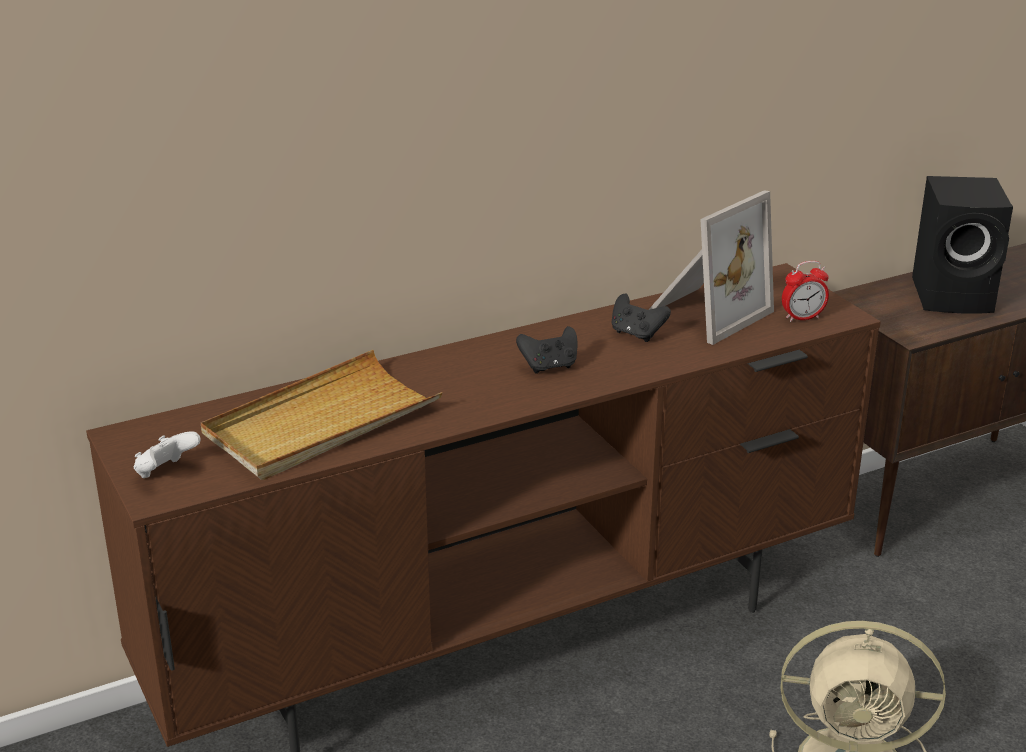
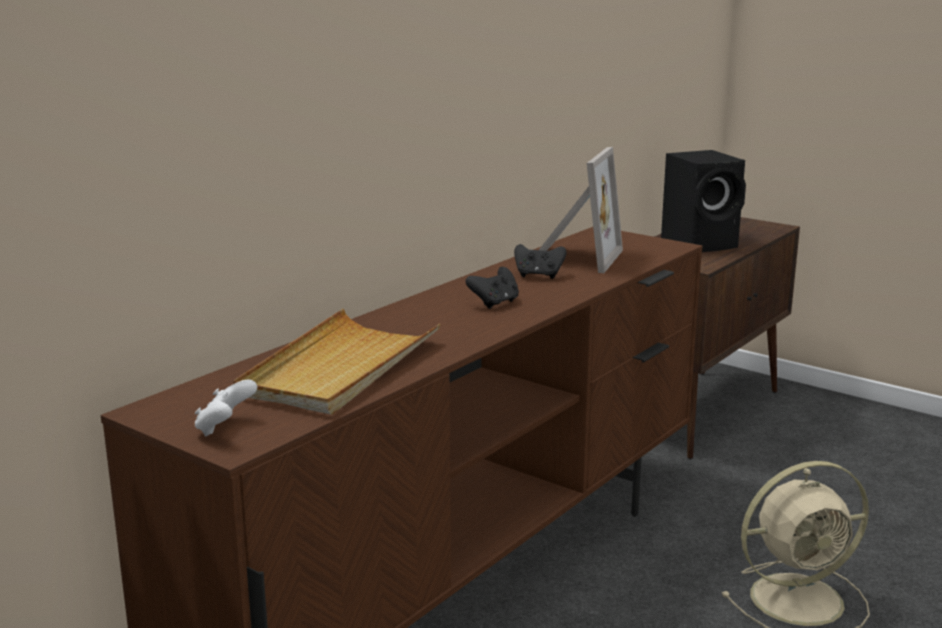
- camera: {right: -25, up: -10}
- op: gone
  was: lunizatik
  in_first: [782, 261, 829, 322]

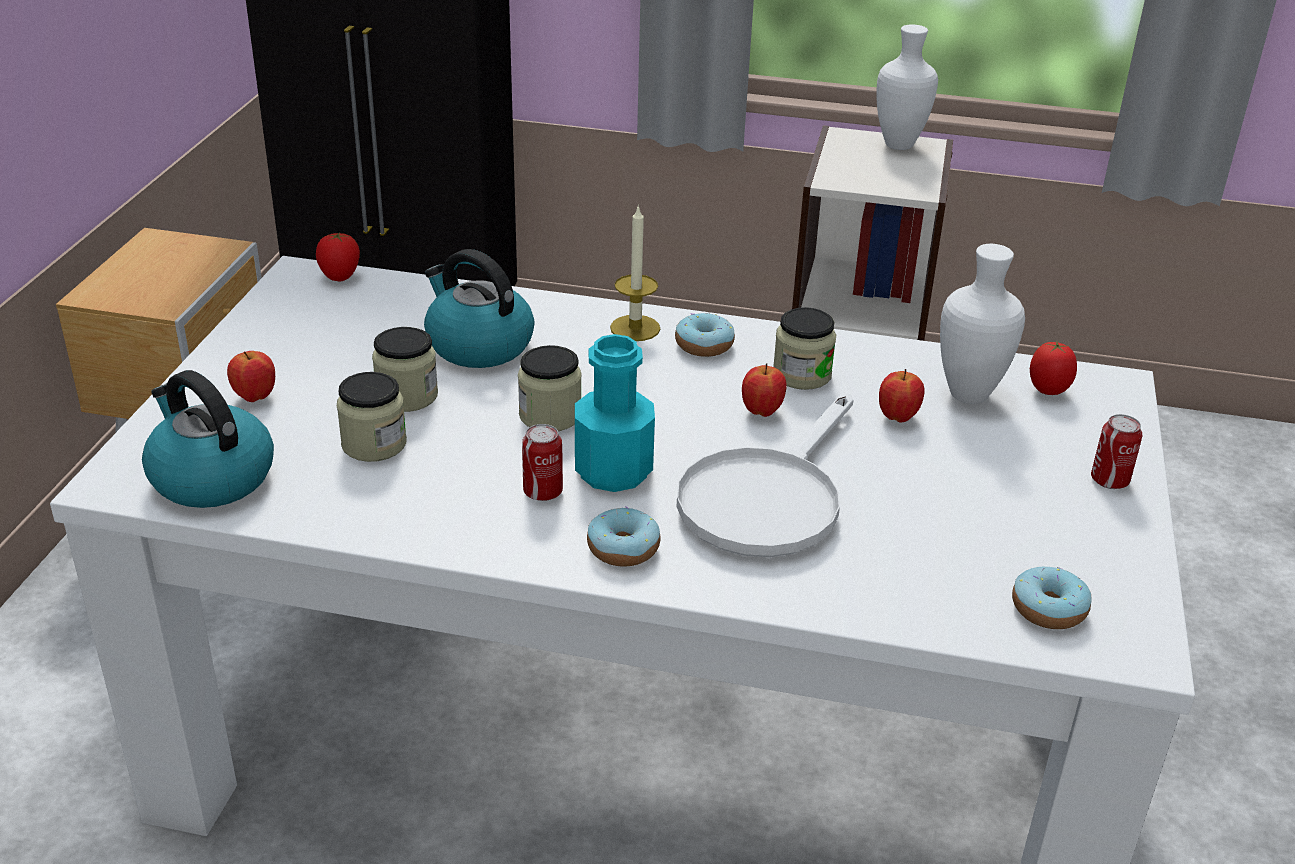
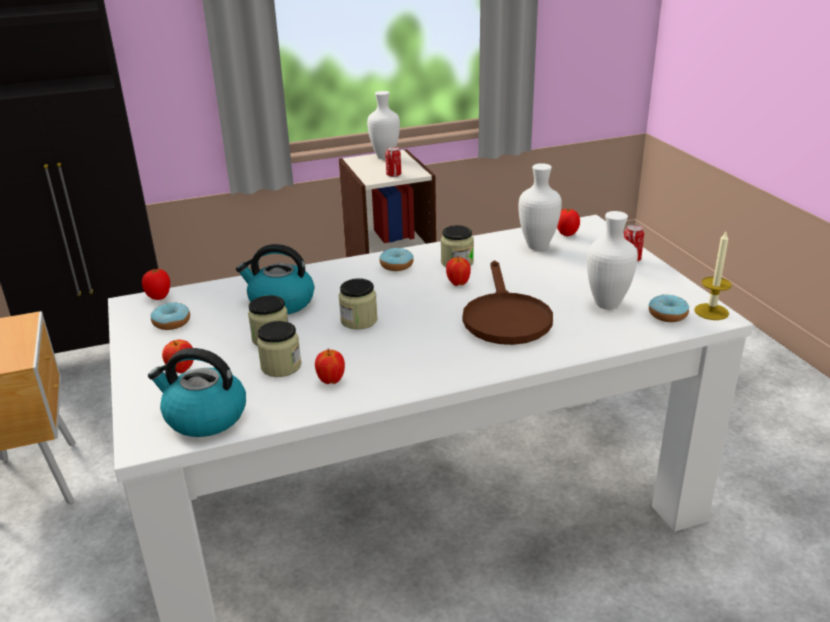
- camera: {right: -30, up: -5}
- op: gone
  was: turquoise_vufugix
  in_first: [575, 334, 655, 492]
- op: new
  now: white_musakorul
  in_second: [587, 211, 638, 310]
- op: shifted
  was: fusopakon
  in_first: [522, 424, 563, 501]
  in_second: [385, 147, 401, 177]
- op: shifted
  was: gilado
  in_first: [587, 506, 660, 567]
  in_second: [151, 302, 190, 330]
- op: shifted
  was: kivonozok
  in_first: [610, 204, 660, 341]
  in_second: [694, 232, 732, 320]
- op: shifted
  was: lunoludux
  in_first: [879, 369, 925, 423]
  in_second: [315, 348, 345, 384]
- op: repainted
  was: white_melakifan
  now: brown_melakifan
  in_first: [677, 393, 853, 557]
  in_second: [463, 260, 553, 345]

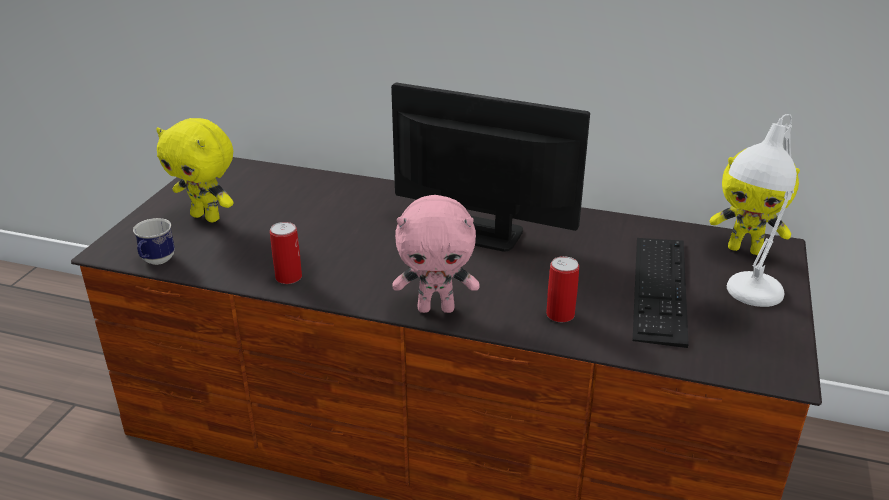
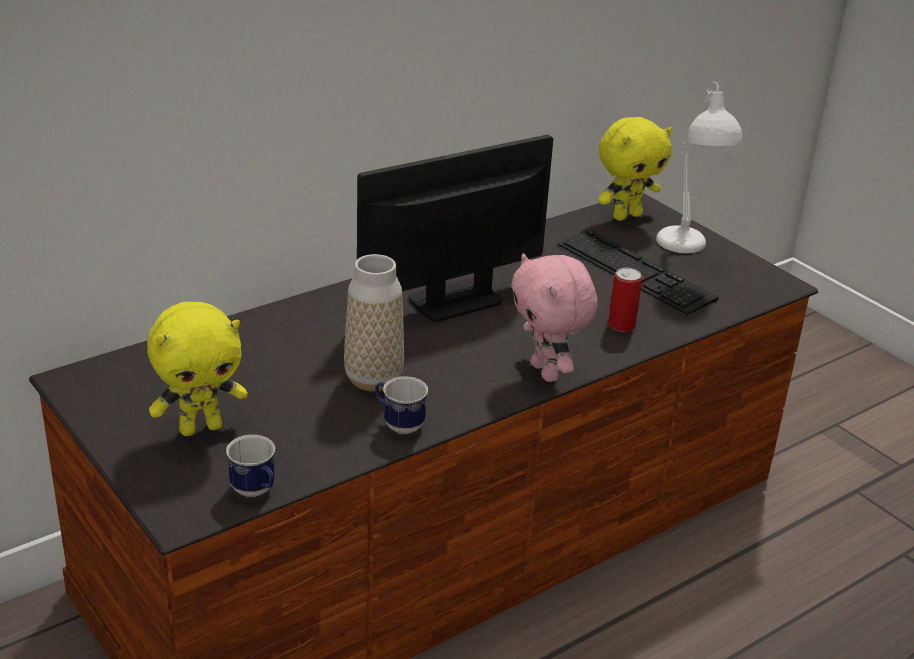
- camera: {right: -55, up: 0}
- op: new
  now: musakorul
  in_second: [344, 254, 404, 392]
- op: swapped
  was: fusopakon
  now: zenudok
  in_first: [270, 222, 302, 284]
  in_second: [375, 377, 428, 434]
- op: rotated
  was: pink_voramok
  in_first: [392, 195, 479, 313]
  in_second: [511, 253, 598, 382]
  clockwise: 120

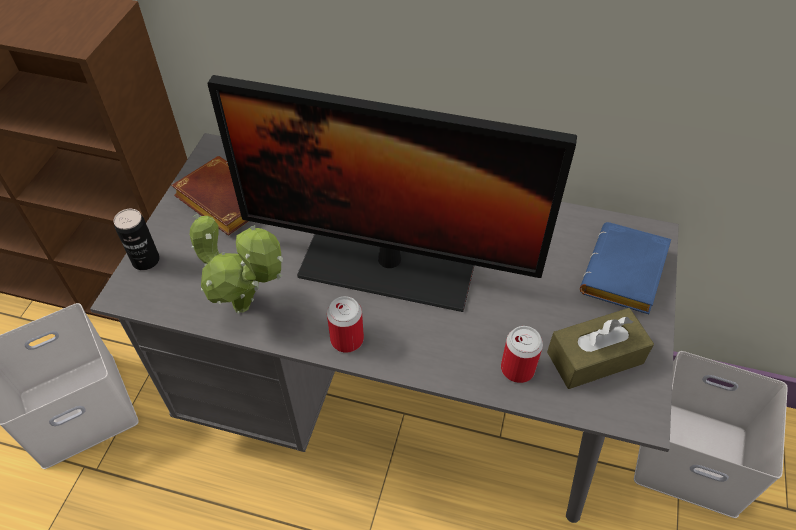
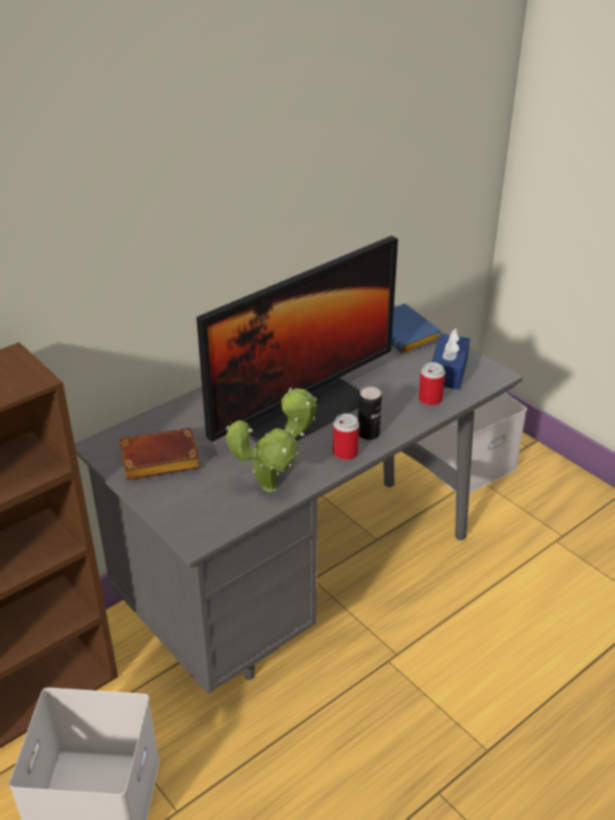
- camera: {right: -55, up: -15}
- op: shifted
  was: fusopakon
  in_first: [113, 209, 160, 270]
  in_second: [358, 387, 382, 440]
- op: repainted
  was: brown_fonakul
  now: blue_fonakul
  in_first: [547, 308, 654, 389]
  in_second: [432, 328, 470, 389]

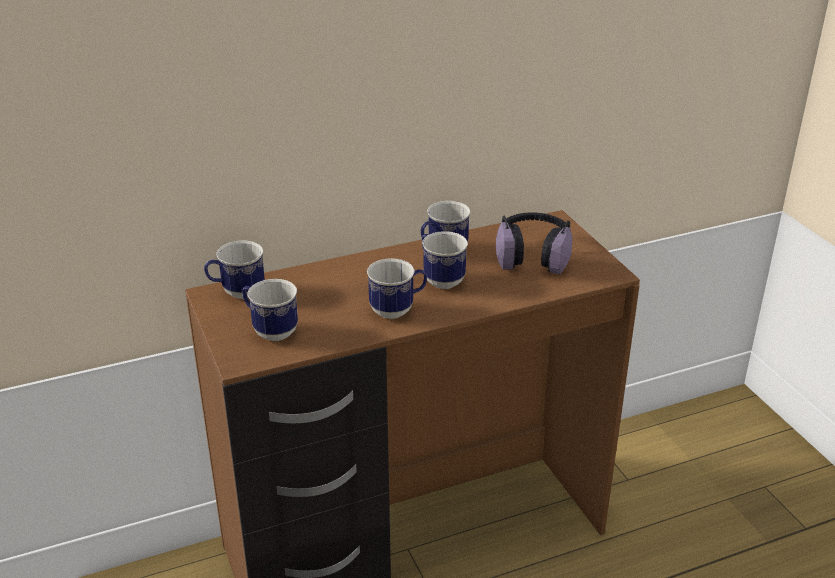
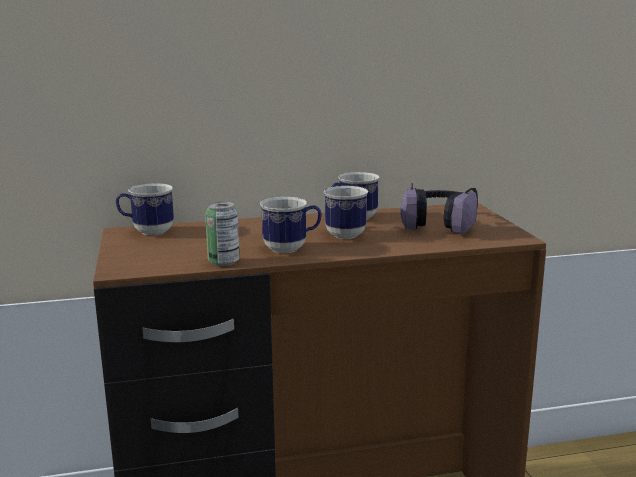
- camera: {right: 10, up: -15}
- op: gone
  was: zenudok
  in_first: [242, 279, 298, 341]
- op: new
  now: fusopakon
  in_second: [205, 201, 240, 266]

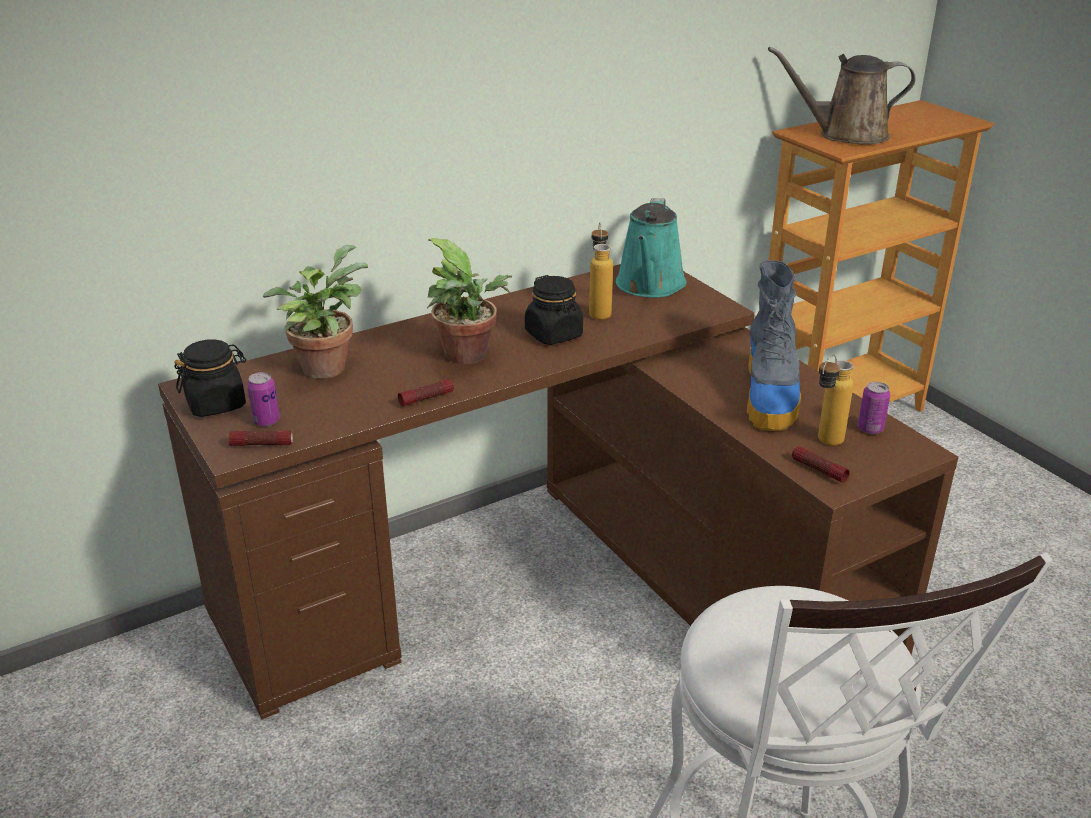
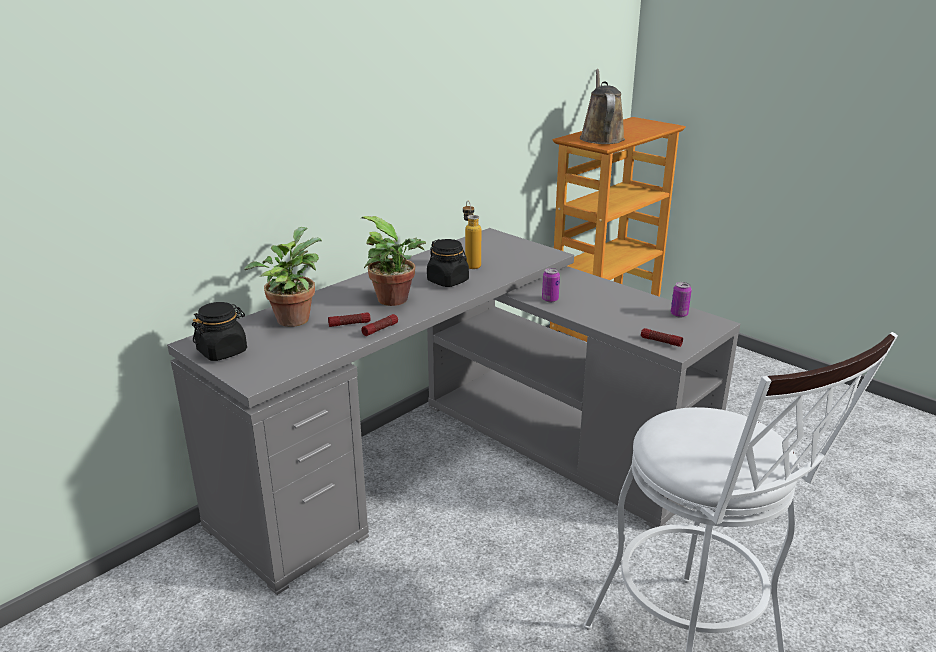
- camera: {right: -15, up: -5}
- op: gone
  was: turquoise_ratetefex
  in_first: [616, 198, 687, 298]
- op: gone
  was: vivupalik
  in_first: [747, 260, 801, 431]
- op: gone
  was: vufugix
  in_first: [818, 355, 854, 446]
- op: shifted
  was: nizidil
  in_first: [229, 431, 293, 446]
  in_second: [328, 312, 371, 327]
- op: shifted
  was: fusopakon
  in_first: [247, 372, 280, 426]
  in_second: [542, 268, 560, 302]
- op: repainted
  was: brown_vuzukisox
  now: grey_vuzukisox
  in_first: [158, 264, 958, 719]
  in_second: [167, 228, 740, 595]
- op: rotated
  was: brown_ratetefex
  in_first: [768, 47, 916, 145]
  in_second: [580, 69, 625, 144]
  clockwise: 105

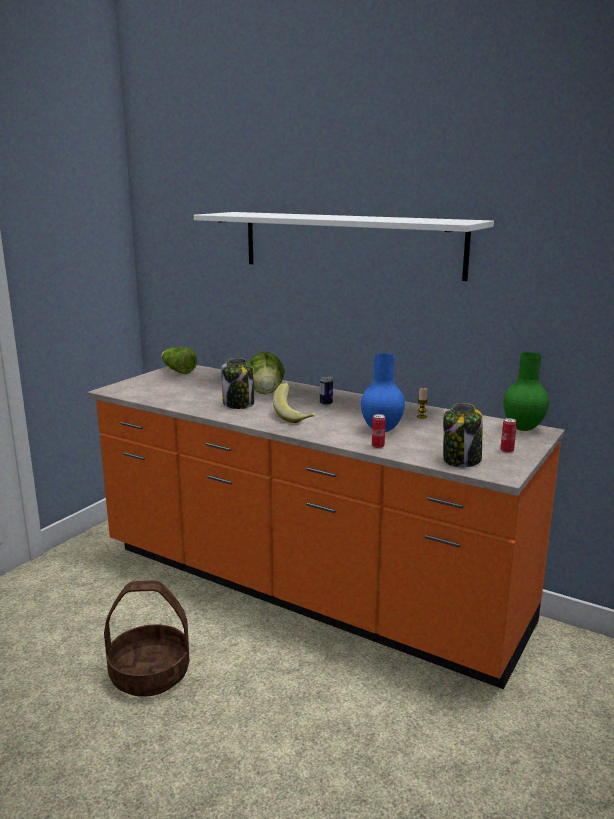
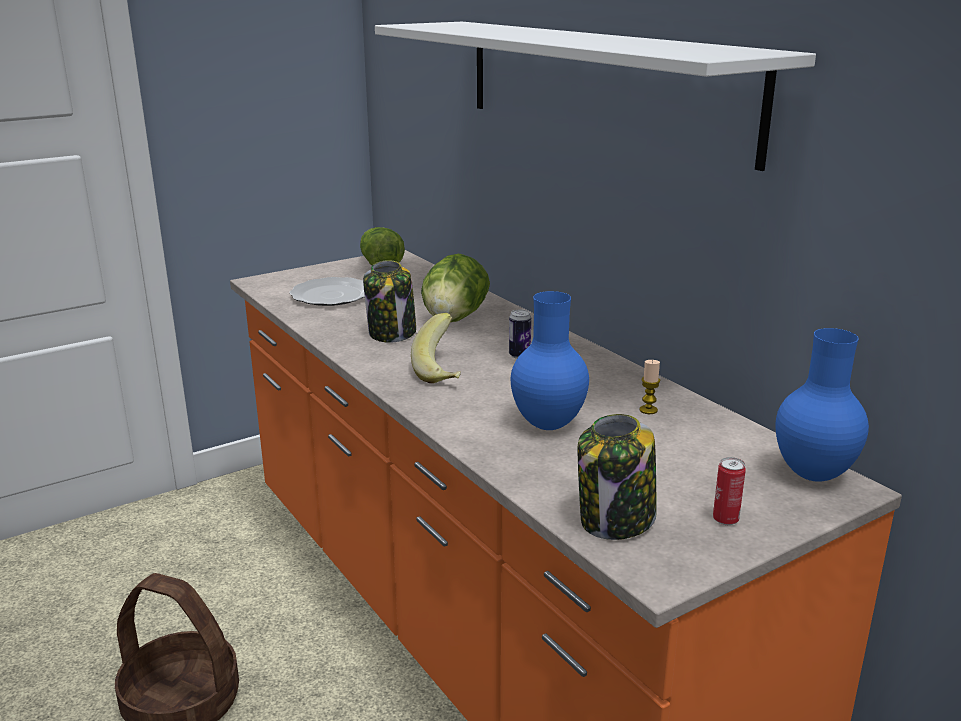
- camera: {right: 25, up: 5}
- op: gone
  was: fusopakon
  in_first: [372, 414, 386, 449]
- op: new
  now: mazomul
  in_second: [290, 277, 365, 306]
- op: repainted
  was: green_musakorul
  now: blue_musakorul
  in_first: [503, 352, 549, 431]
  in_second: [776, 328, 869, 482]

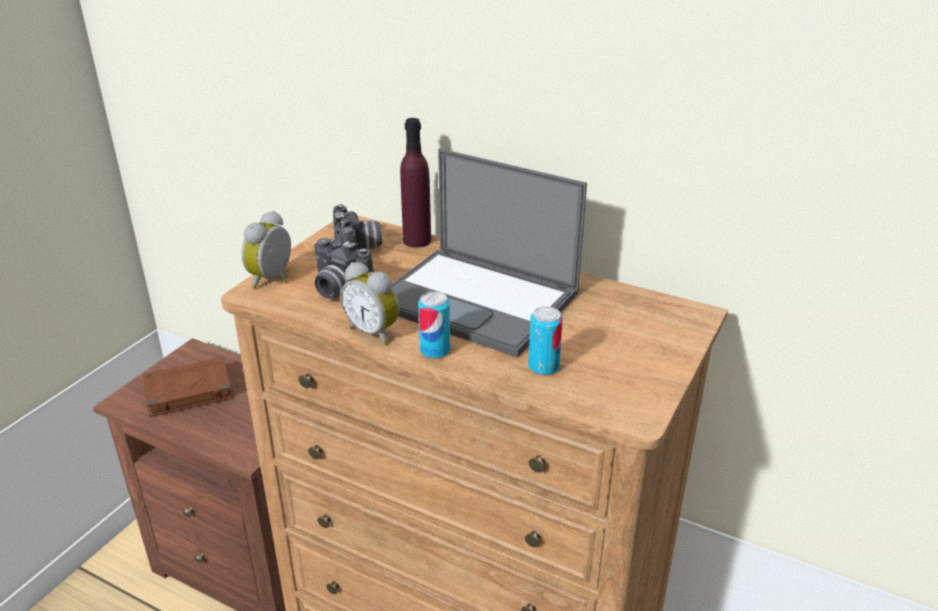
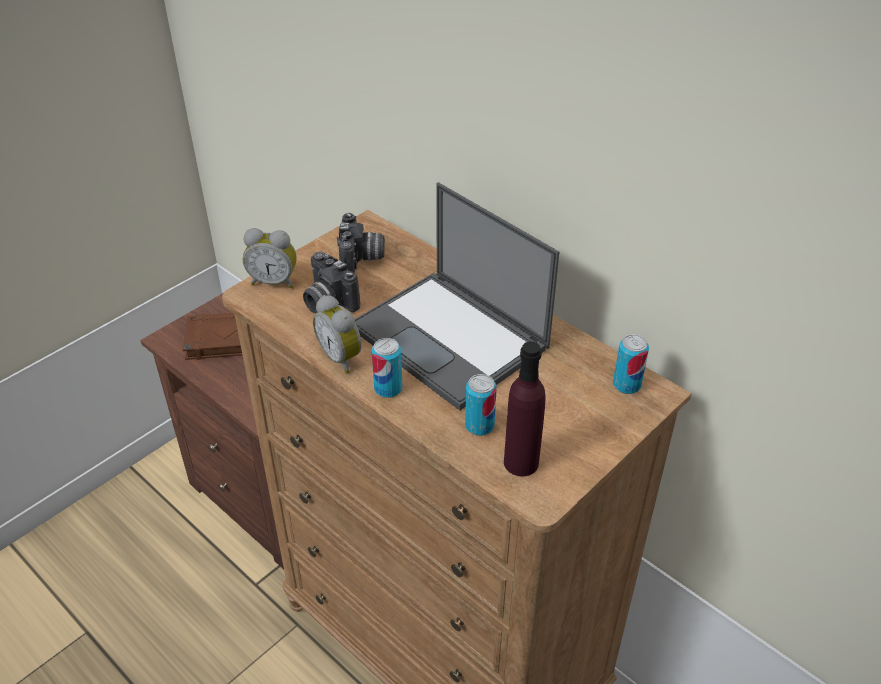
- camera: {right: 15, up: 10}
- op: new
  now: fusopakon
  in_second: [613, 334, 649, 394]
- op: shifted
  was: purple_vufugix
  in_first: [400, 118, 431, 248]
  in_second: [504, 341, 546, 477]
- op: rotated
  was: lunizatik
  in_first: [241, 211, 291, 288]
  in_second: [243, 228, 297, 289]
  clockwise: -120

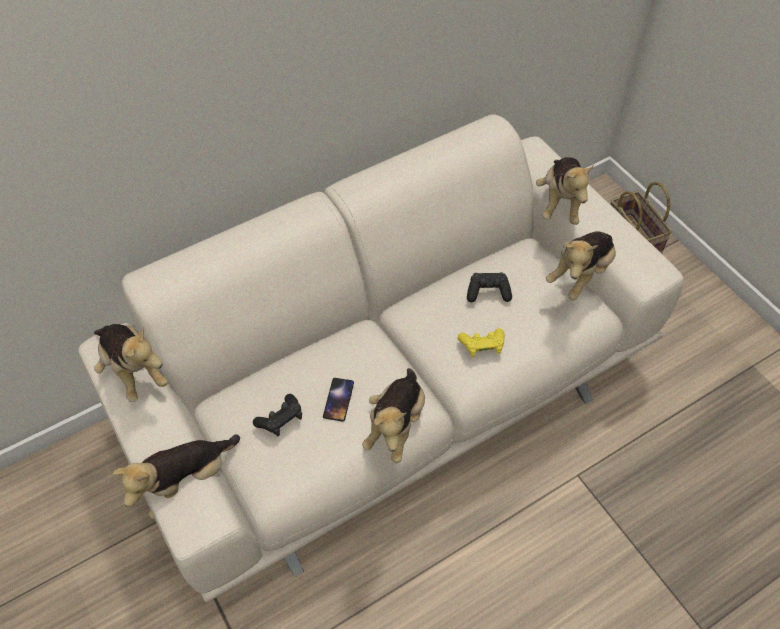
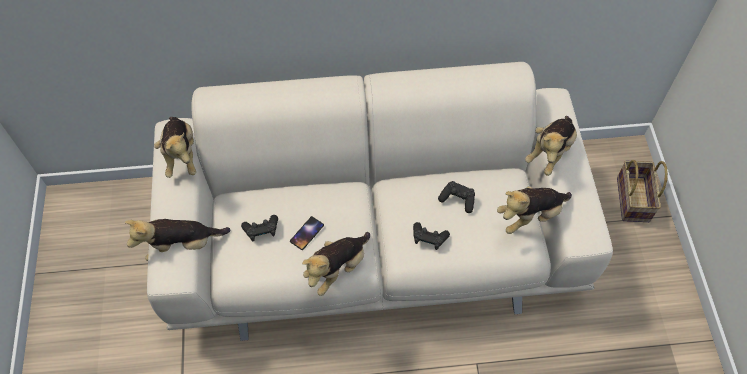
- camera: {right: 25, up: 5}
- op: repainted
  was: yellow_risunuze
  now: black_risunuze
  in_first: [458, 328, 505, 358]
  in_second: [413, 222, 450, 250]

